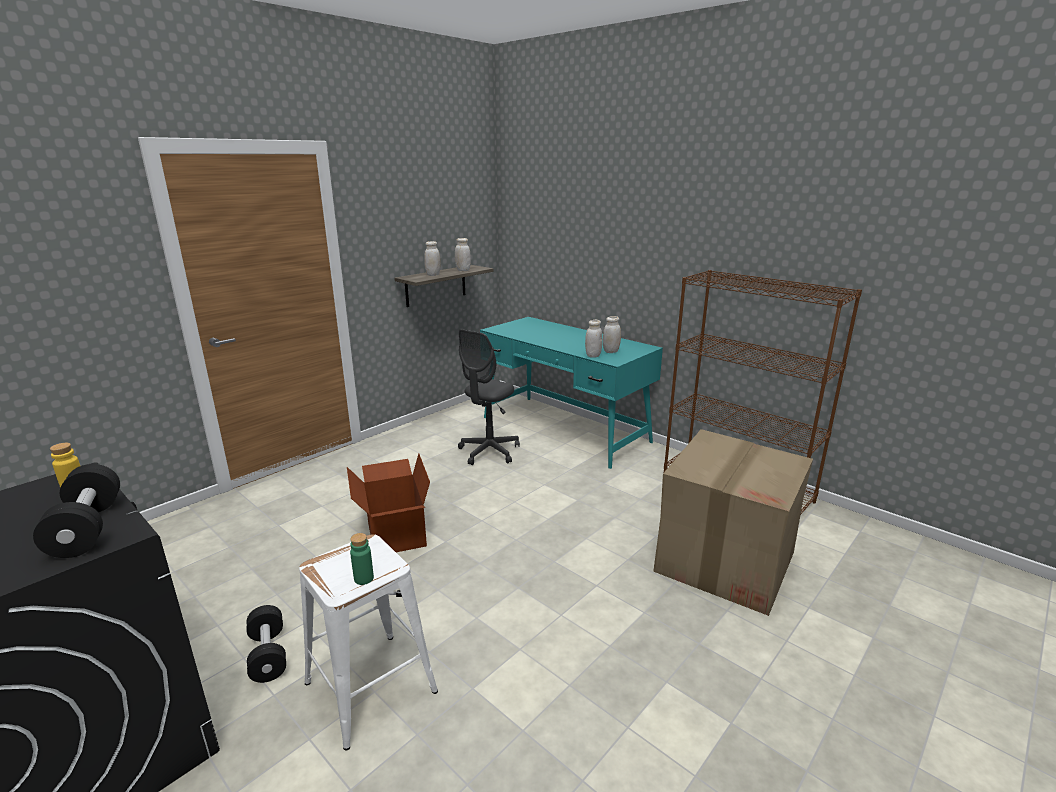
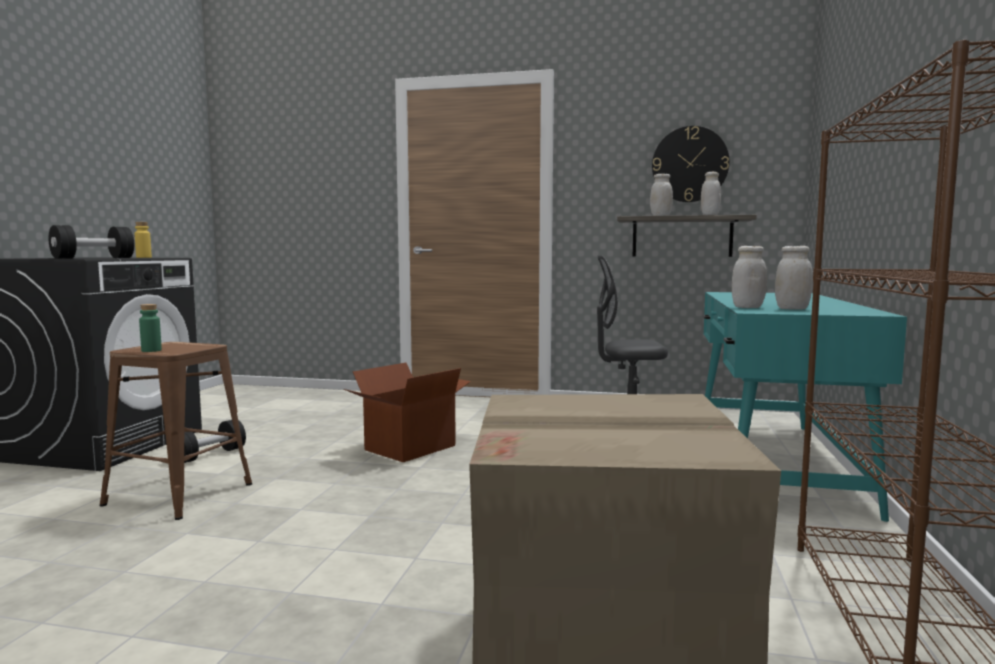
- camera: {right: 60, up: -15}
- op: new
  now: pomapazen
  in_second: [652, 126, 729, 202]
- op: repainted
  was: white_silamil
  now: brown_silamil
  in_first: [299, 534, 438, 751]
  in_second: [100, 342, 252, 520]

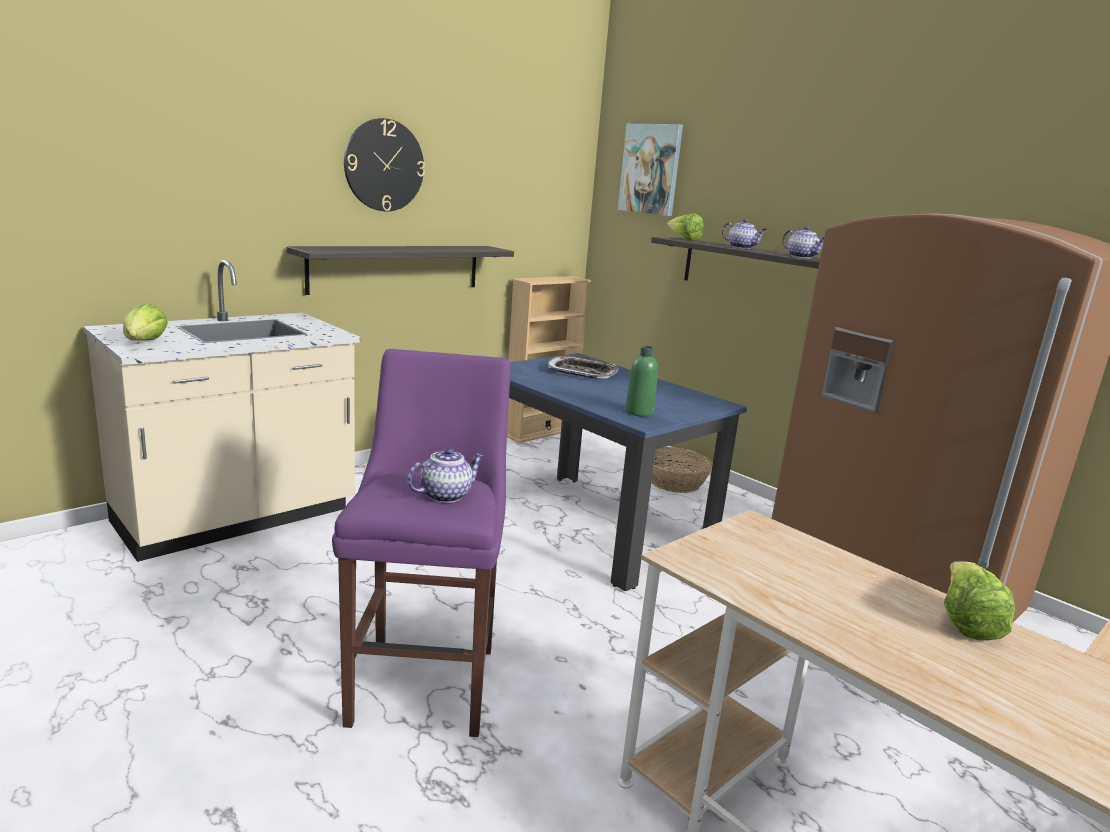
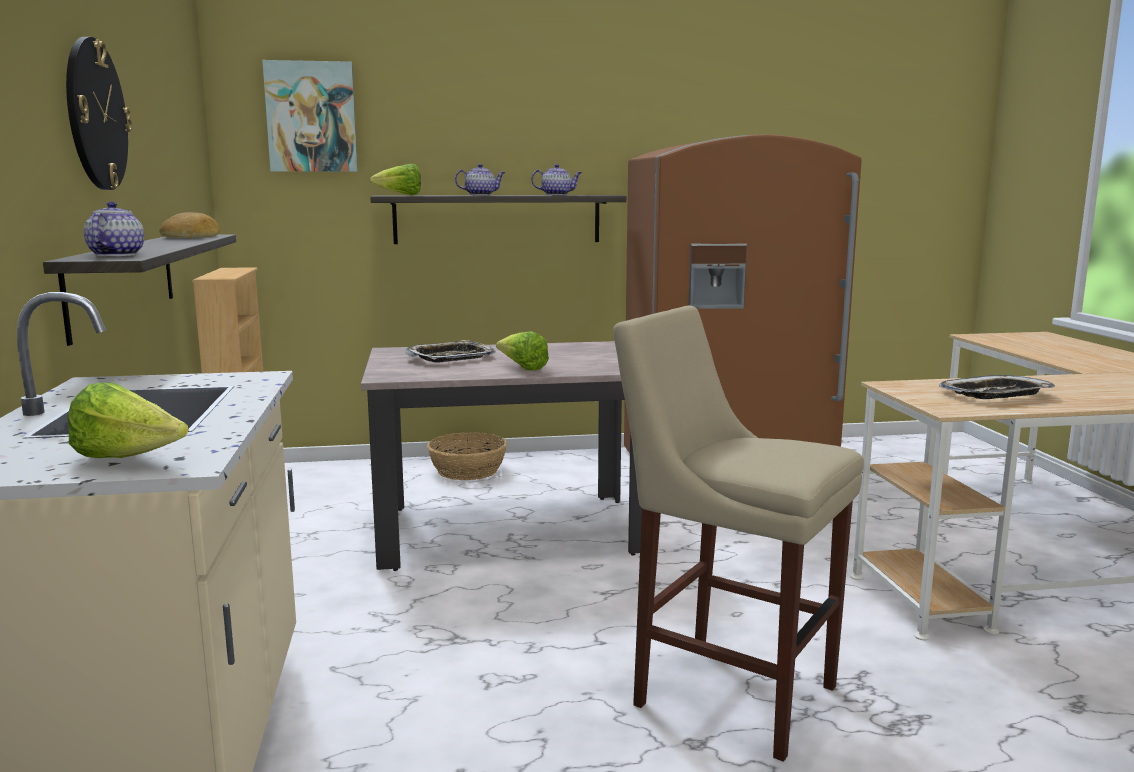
- camera: {right: -55, up: -5}
- op: gone
  was: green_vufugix
  in_first: [625, 346, 658, 417]
- op: new
  now: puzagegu
  in_second: [159, 212, 220, 238]
- op: new
  now: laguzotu
  in_second: [939, 375, 1055, 399]
- op: shifted
  was: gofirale
  in_first: [407, 448, 484, 503]
  in_second: [84, 201, 144, 256]
- op: shifted
  was: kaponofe
  in_first: [944, 561, 1016, 640]
  in_second: [496, 331, 549, 371]
- op: repainted
  was: purple_silamil
  now: beige_silamil
  in_first: [332, 349, 511, 737]
  in_second: [613, 306, 864, 762]
- op: repainted
  was: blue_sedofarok
  now: beige_sedofarok
  in_first: [509, 353, 747, 591]
  in_second: [361, 341, 642, 571]

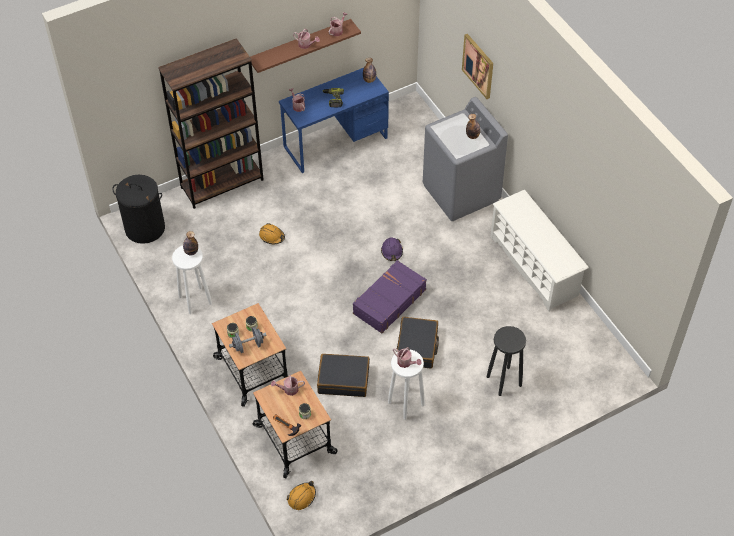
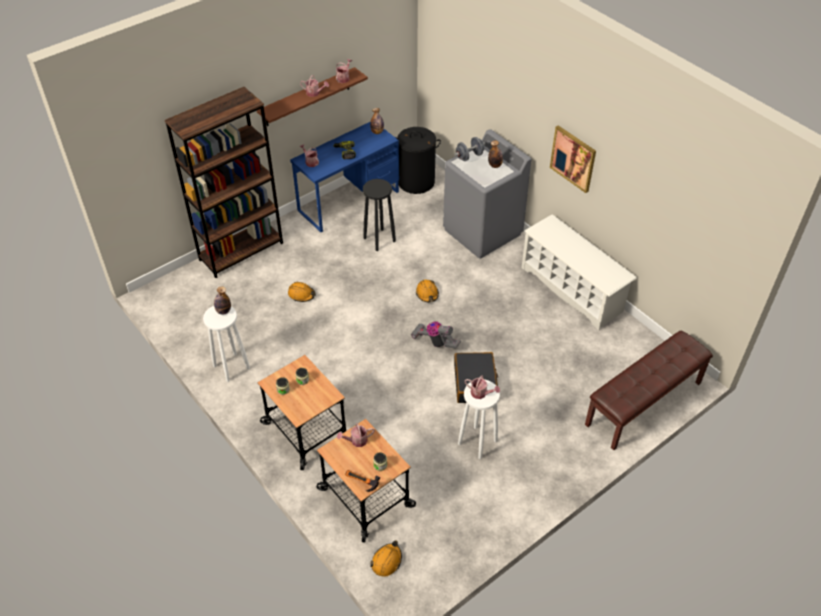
- camera: {right: -10, up: -5}
- op: gone
  was: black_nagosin
  in_first: [317, 354, 370, 397]
- op: new
  now: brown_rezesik
  in_second: [585, 331, 713, 450]
- op: shifted
  was: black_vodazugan
  in_first: [112, 175, 165, 244]
  in_second: [395, 127, 441, 194]
- op: shifted
  was: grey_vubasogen
  in_first: [229, 327, 267, 353]
  in_second: [454, 137, 485, 161]
- op: shifted
  was: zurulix
  in_first: [462, 34, 493, 99]
  in_second: [550, 126, 596, 193]
- op: shifted
  was: black_silamil
  in_first: [487, 326, 526, 396]
  in_second: [363, 179, 396, 251]
- op: swapped
  was: purple_nagosin
  now: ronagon
  in_first: [353, 260, 427, 333]
  in_second: [411, 321, 461, 349]
- op: repainted
  was: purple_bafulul
  now: orange_bafulul
  in_first: [381, 237, 403, 261]
  in_second: [416, 279, 439, 302]

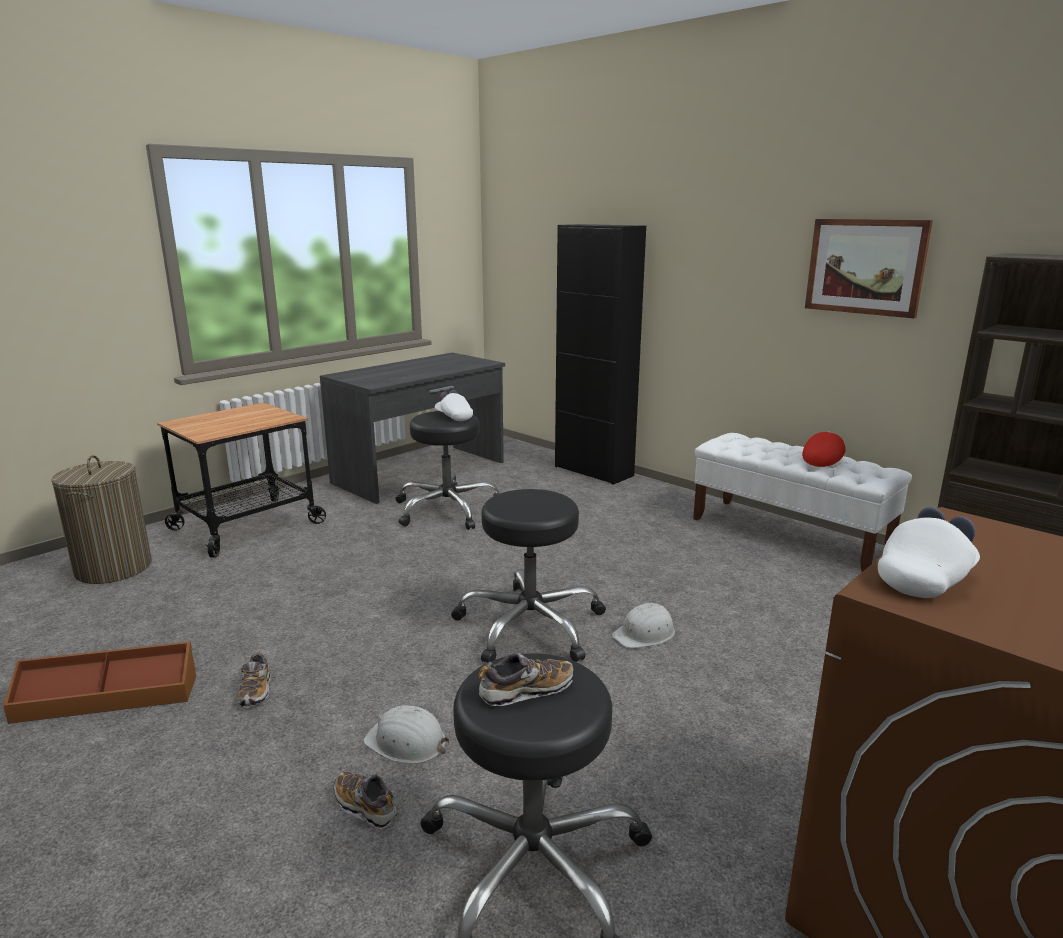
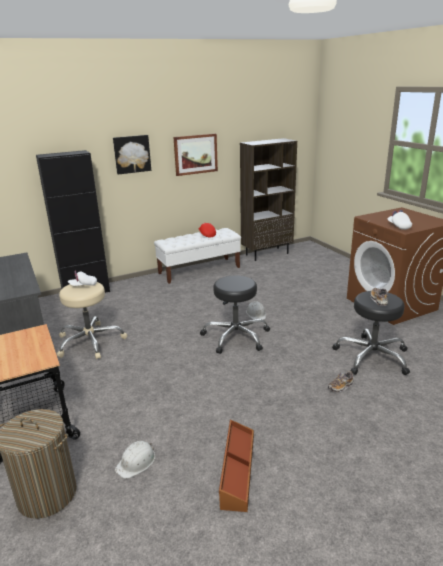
- camera: {right: -70, up: 5}
- op: gone
  was: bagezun
  in_first: [238, 652, 271, 708]
- op: new
  now: zurulix
  in_second: [113, 135, 151, 175]
- op: shifted
  was: white_bafulul
  in_first: [363, 705, 449, 764]
  in_second: [115, 441, 155, 479]
- op: repainted
  was: black_silamil
  now: beige_silamil
  in_first: [395, 411, 499, 530]
  in_second: [57, 282, 127, 359]

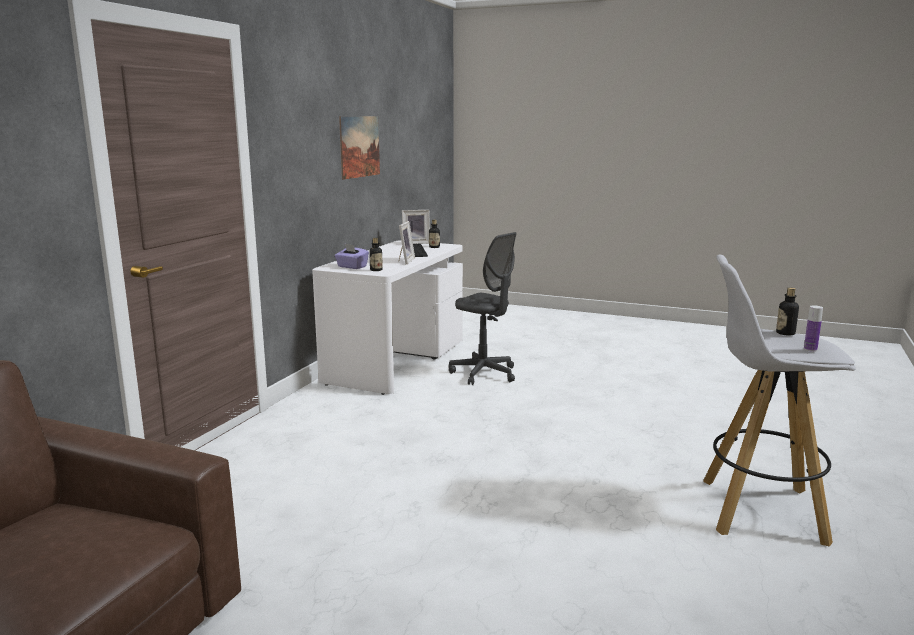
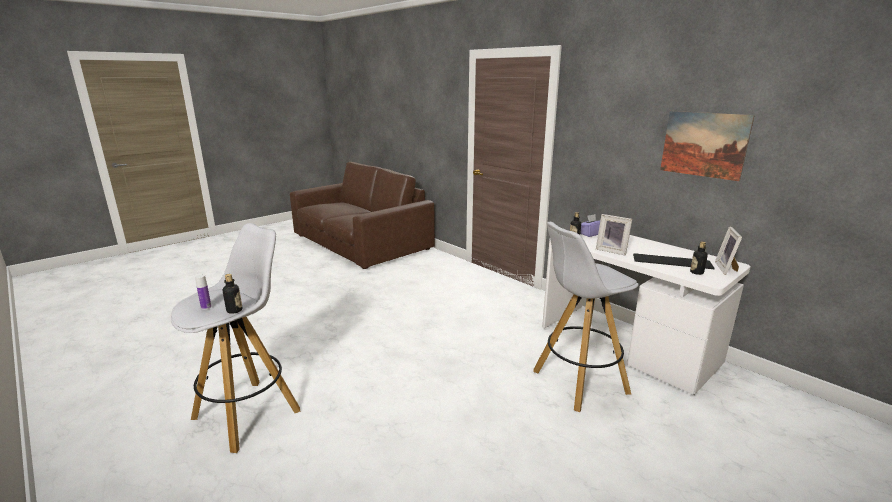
- camera: {right: 115, up: 5}
- op: swapped
  was: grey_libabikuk
  now: white_silamil
  in_first: [449, 232, 517, 385]
  in_second: [533, 222, 639, 412]

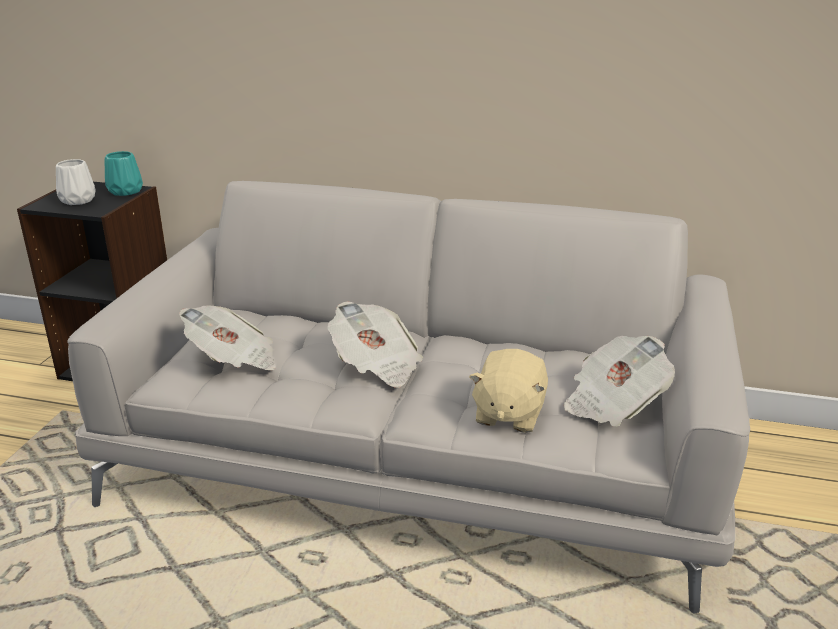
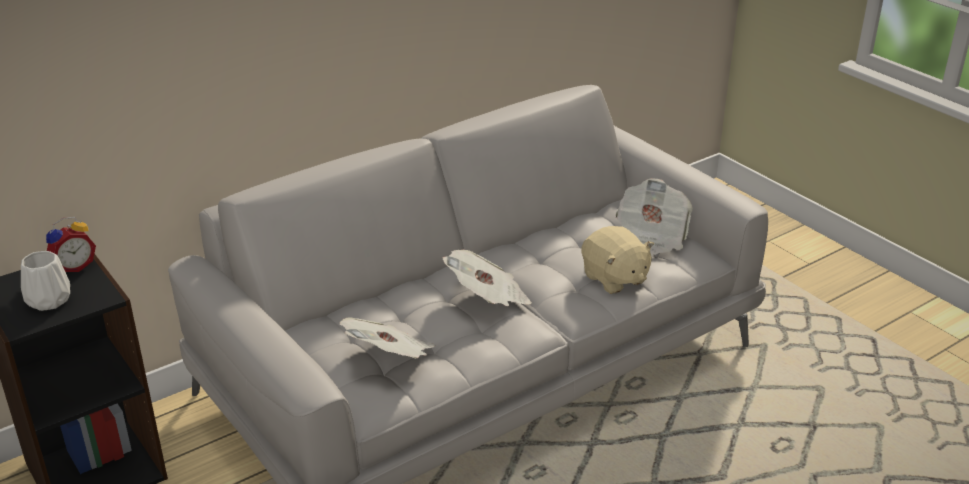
- camera: {right: -50, up: 5}
- op: swapped
  was: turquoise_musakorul
  now: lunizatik
  in_first: [105, 151, 143, 196]
  in_second: [46, 217, 96, 272]

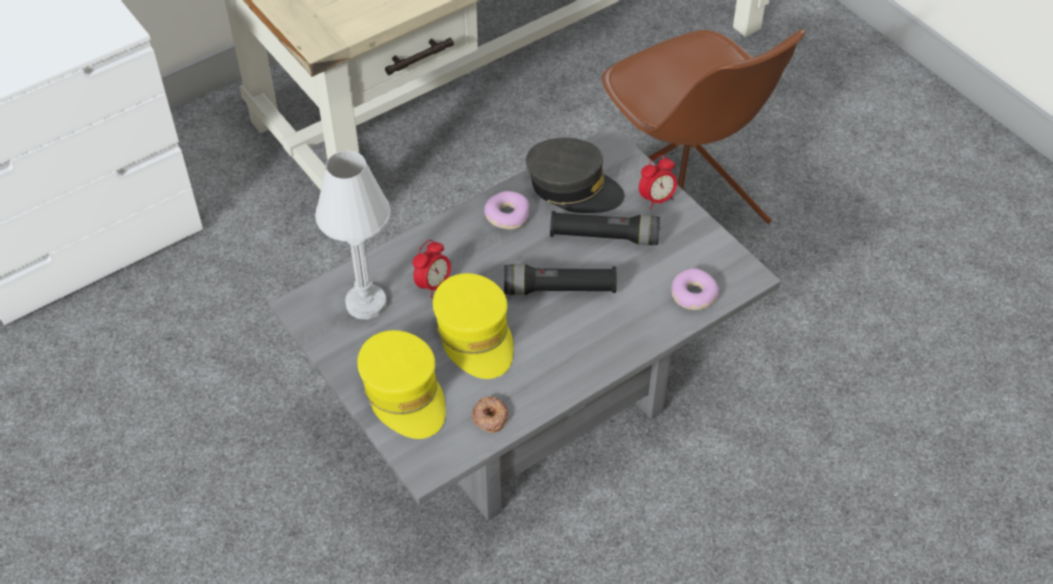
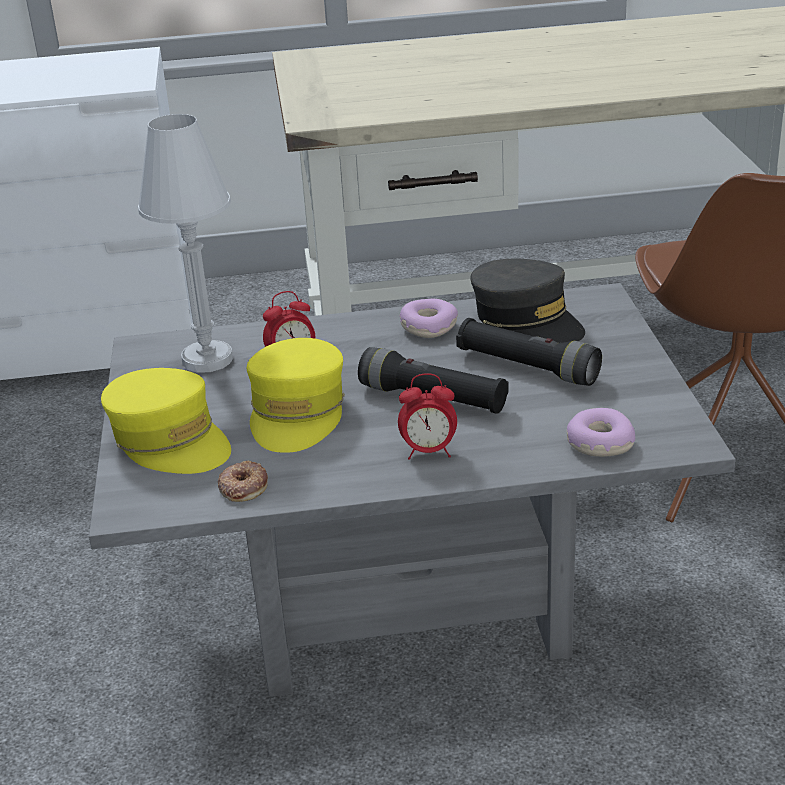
- camera: {right: 30, up: -20}
- op: shifted
  was: lunizatik
  in_first: [639, 154, 677, 210]
  in_second: [398, 373, 457, 460]
- op: rotated
  was: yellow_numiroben
  in_first: [357, 330, 446, 439]
  in_second: [101, 368, 231, 474]
  clockwise: -45

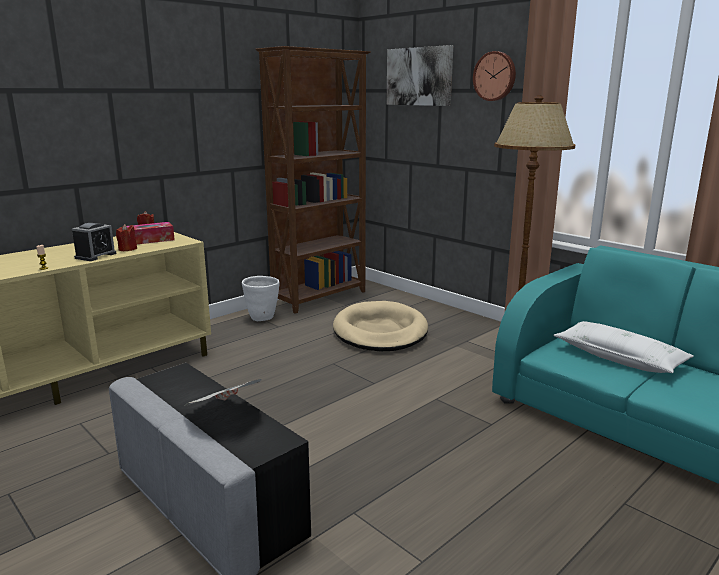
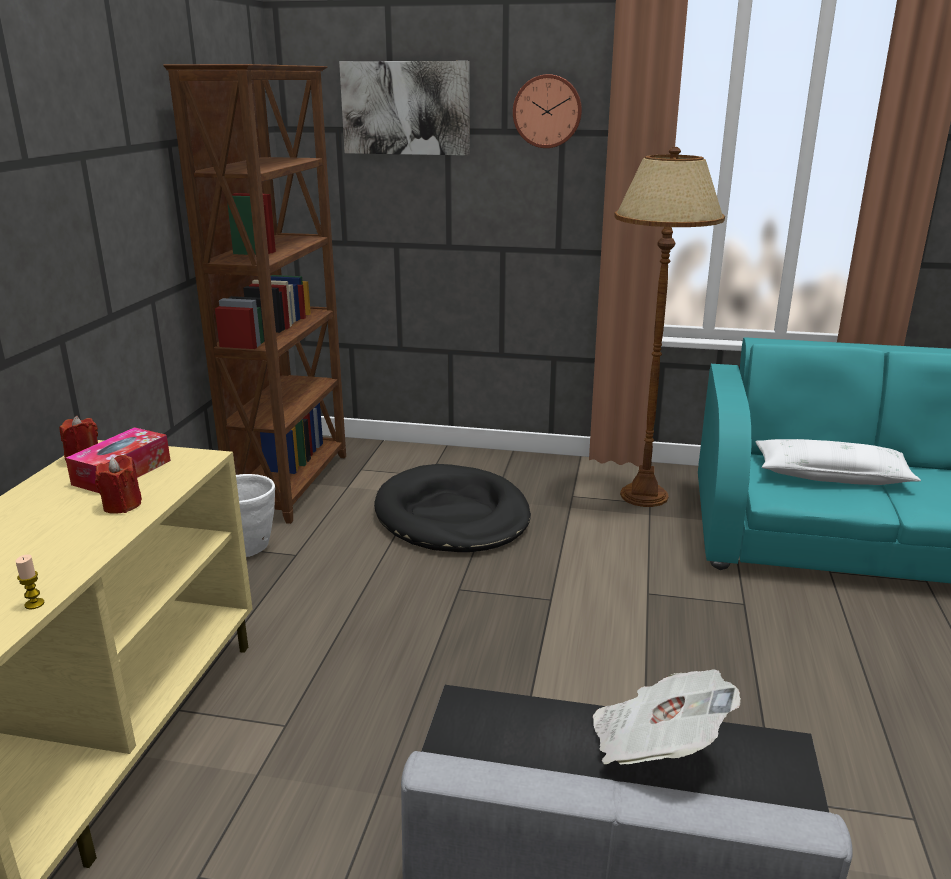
- camera: {right: -35, up: 5}
- op: gone
  was: lunizatik
  in_first: [72, 223, 117, 261]
- op: repainted
  was: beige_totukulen
  now: black_totukulen
  in_first: [333, 301, 428, 351]
  in_second: [374, 464, 531, 552]

